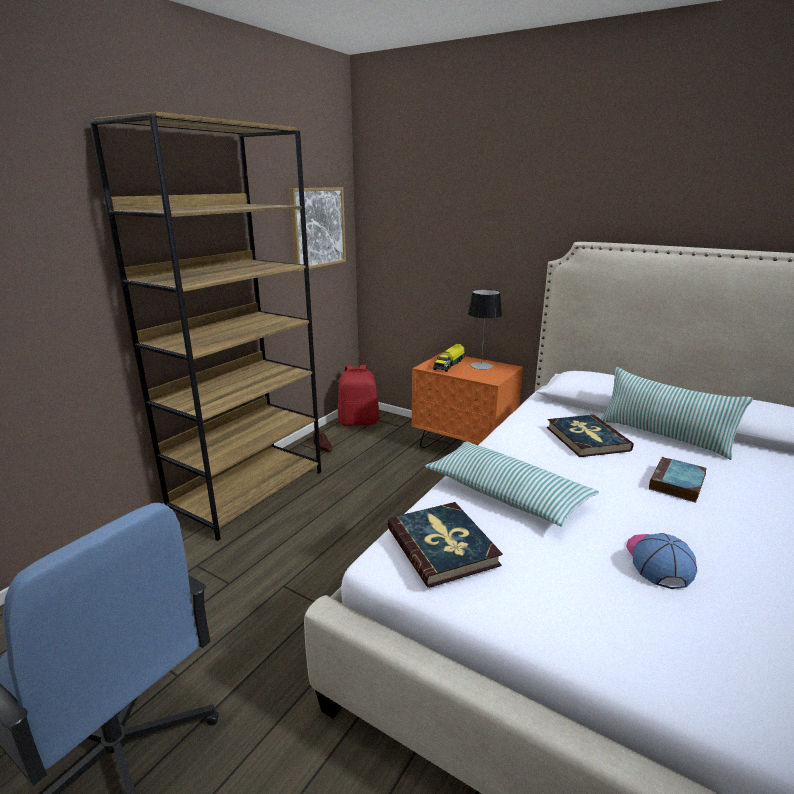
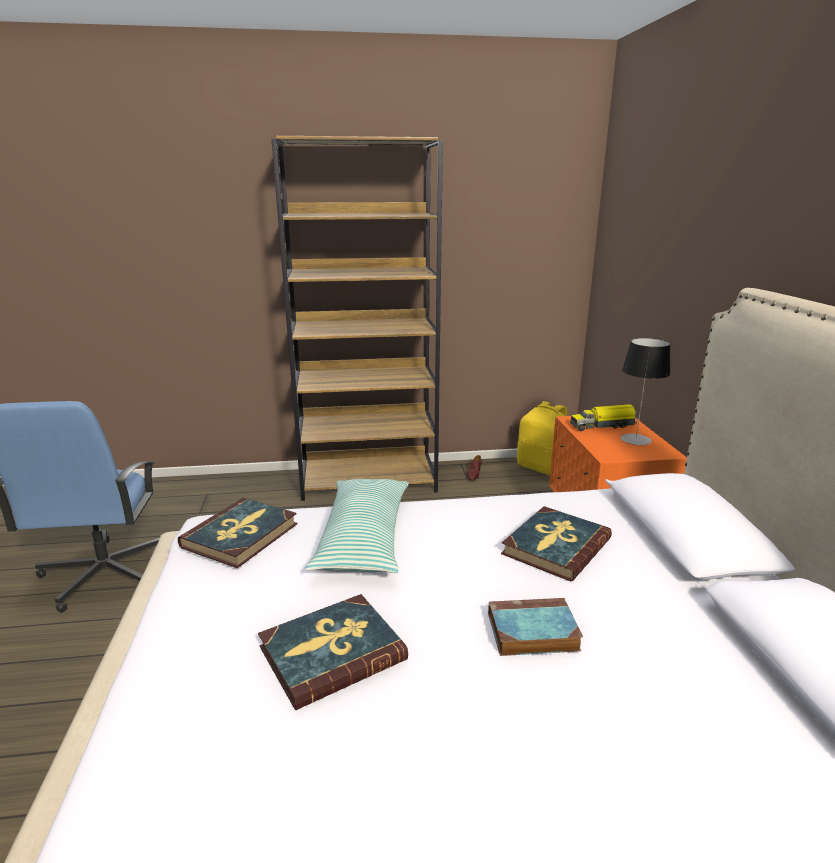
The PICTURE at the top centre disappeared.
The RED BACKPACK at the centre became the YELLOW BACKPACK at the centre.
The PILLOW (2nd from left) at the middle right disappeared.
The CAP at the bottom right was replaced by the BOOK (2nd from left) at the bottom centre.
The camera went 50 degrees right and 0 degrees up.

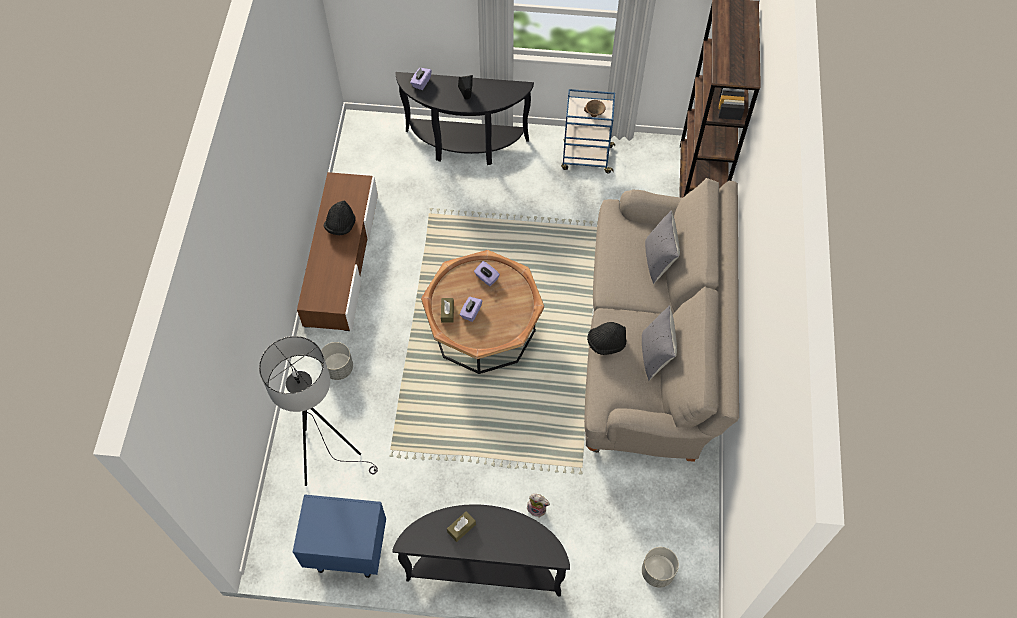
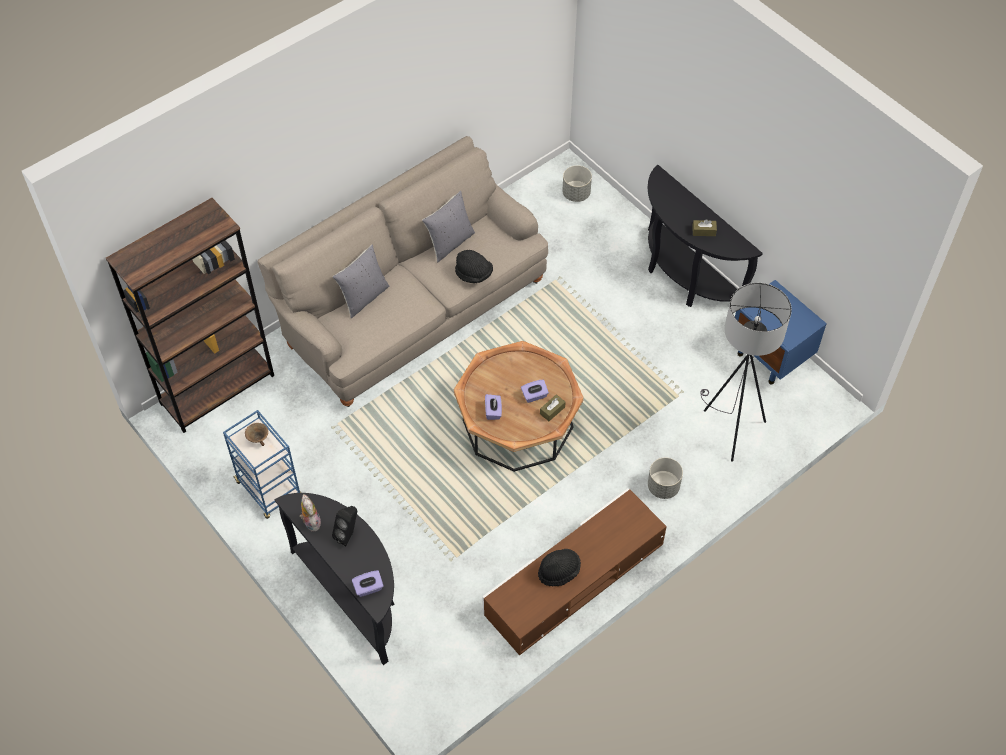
The PLUSH TOY moved from the bottom centre to the bottom left.
The camera went 135 degrees left and 5 degrees down.

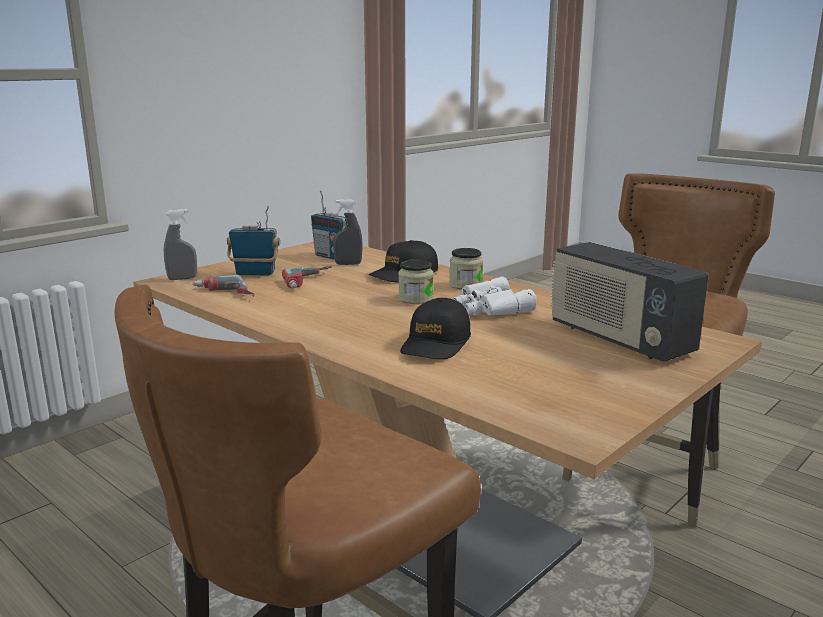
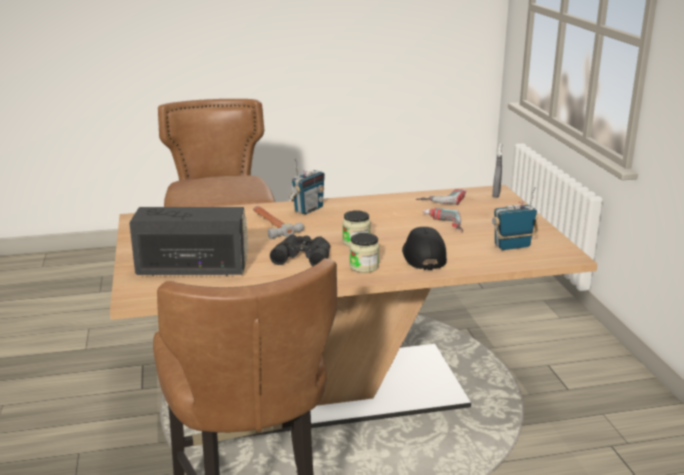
The RADIO (1st from left in the first image) moved from the middle left to the centre.
The GREY SPRAY BOTTLE (2nd from left) at the centre disappeared.
The BLACK CAP (2nd from left) at the centre was replaced by the HAMMER at the centre.
The WHITE BINOCULARS at the centre became the BLACK BINOCULARS at the centre.
The camera went 125 degrees right and 5 degrees up.

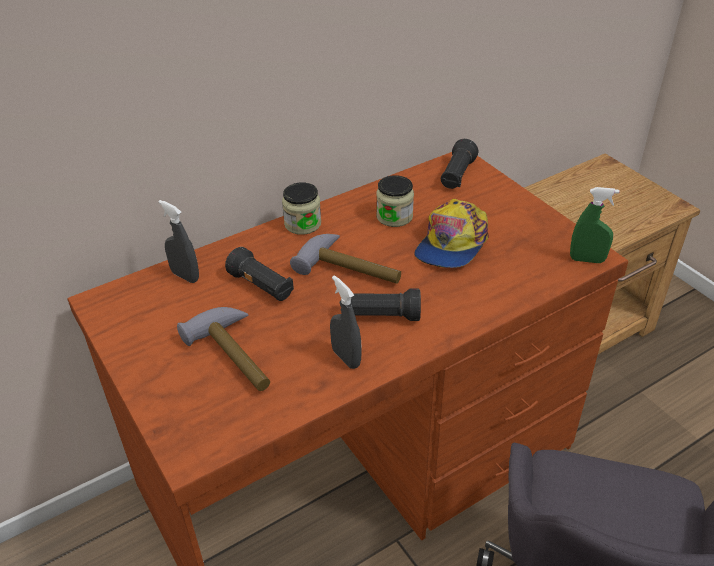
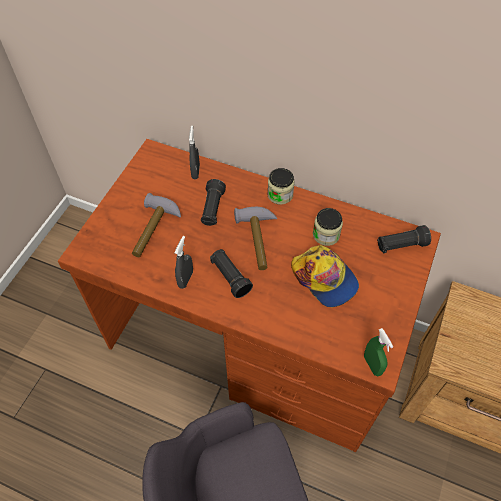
The CAP at the centre turned 120 degrees counterclockwise.
The camera went 55 degrees right and 15 degrees up.

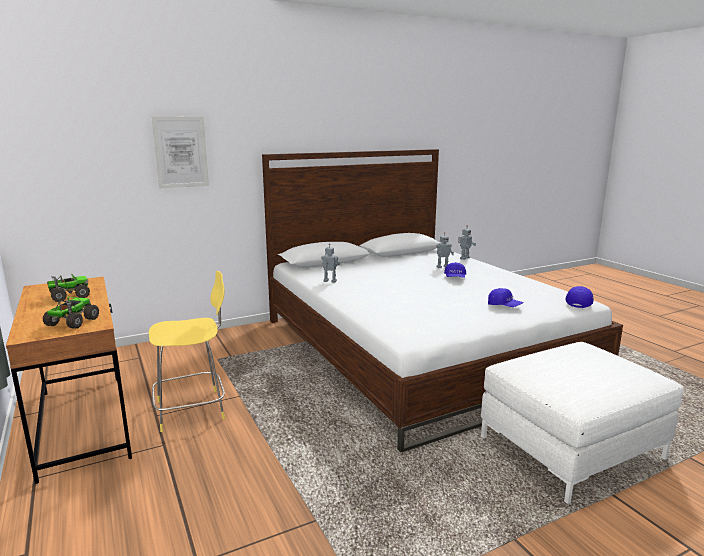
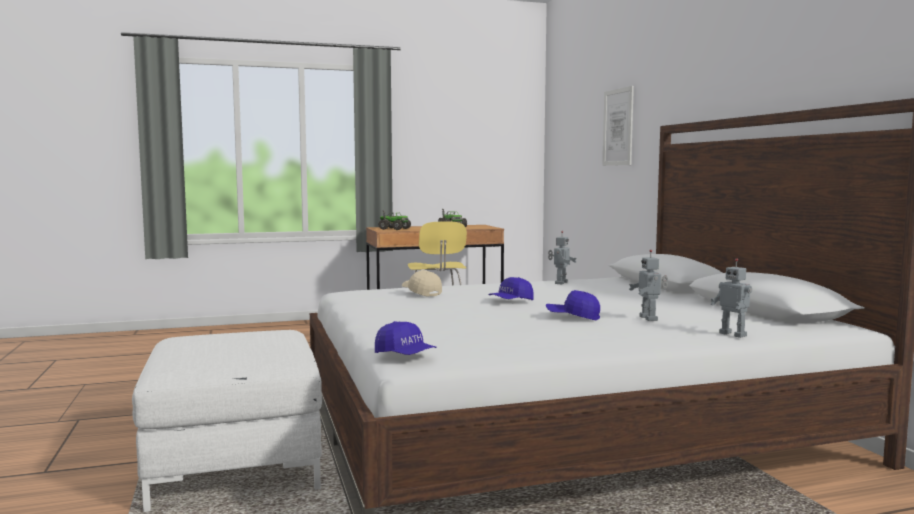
The BLUE CAP (2nd from left) moved from the middle right to the centre.
The BEIGE CAP at the centre appeared.
The camera went 100 degrees right and 10 degrees down.

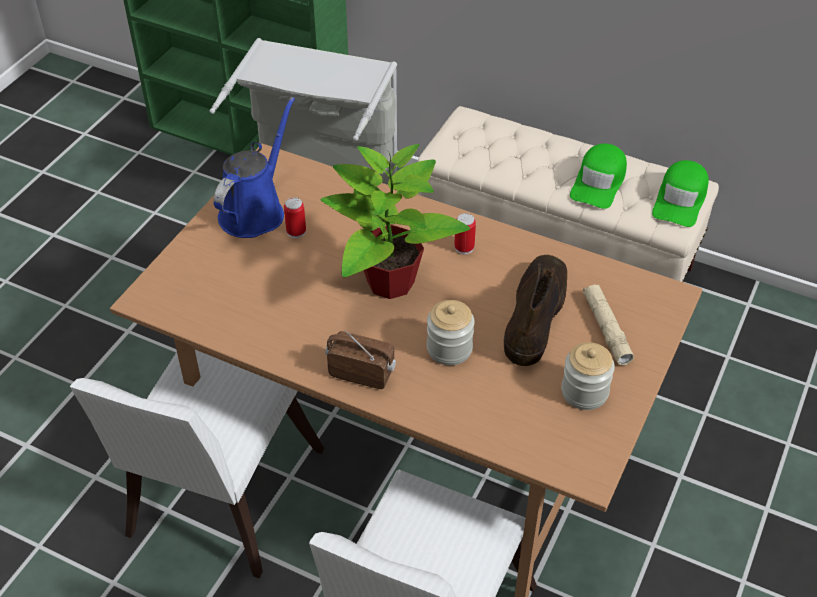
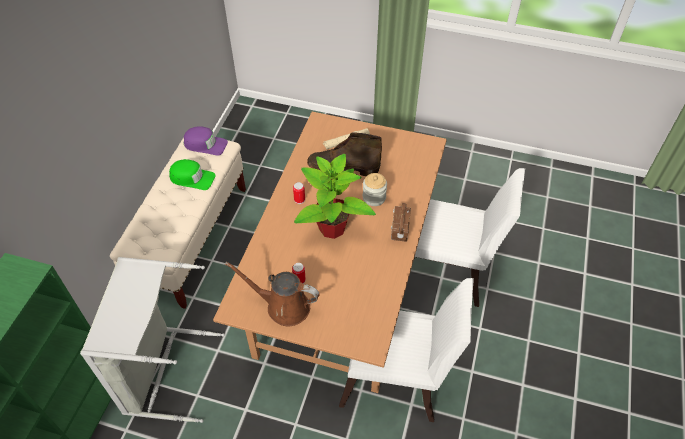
The BLUE WATERING CAN at the top left became the BROWN WATERING CAN at the bottom centre.
The JAR (2nd from left) at the middle right disappeared.
The GREEN CAP (2nd from left) at the top right became the PURPLE CAP at the top left.
The camera went 100 degrees left and 5 degrees up.

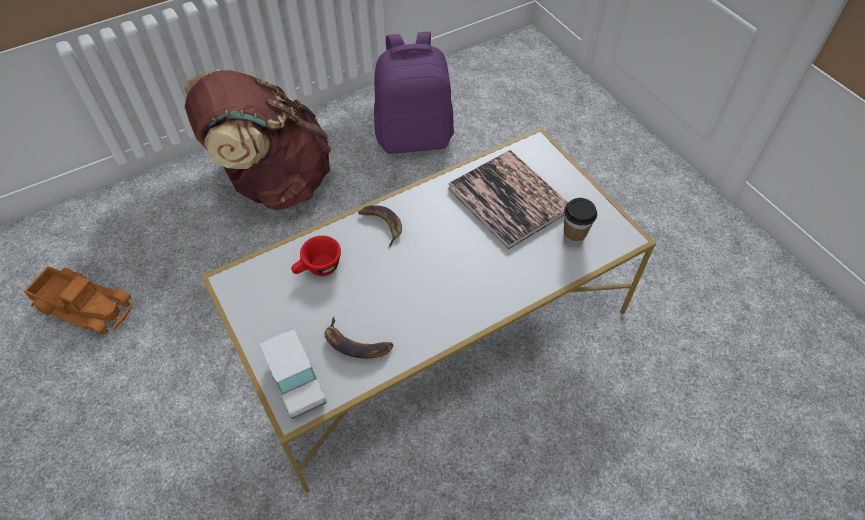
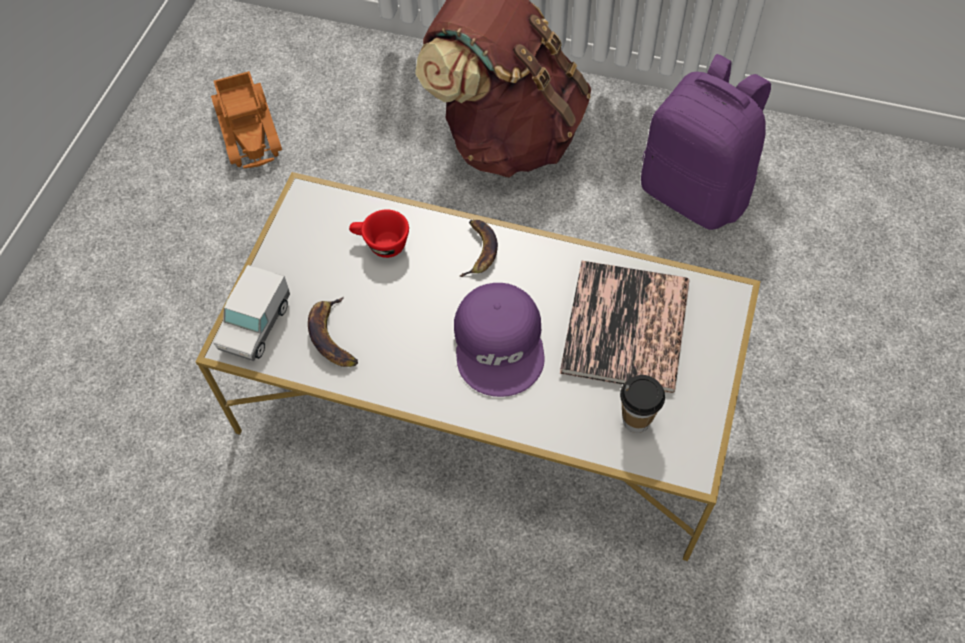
The PURPLE CAP at the centre appeared.
The camera went 50 degrees right and 5 degrees up.

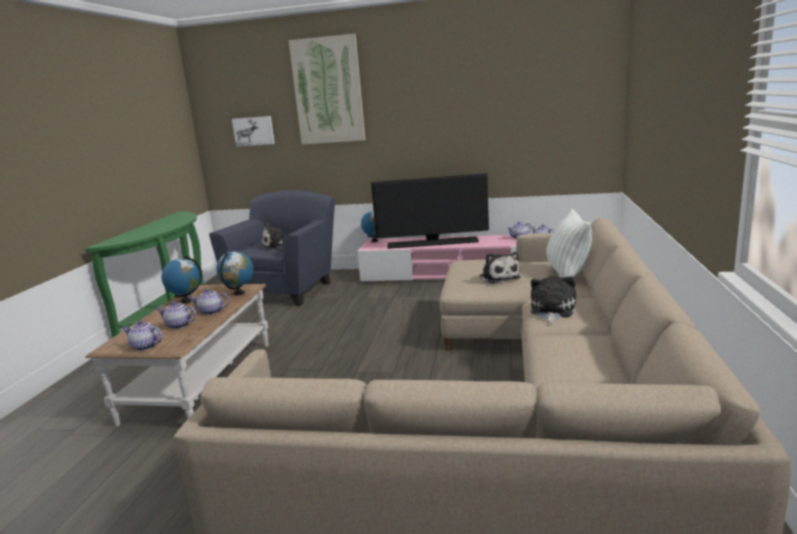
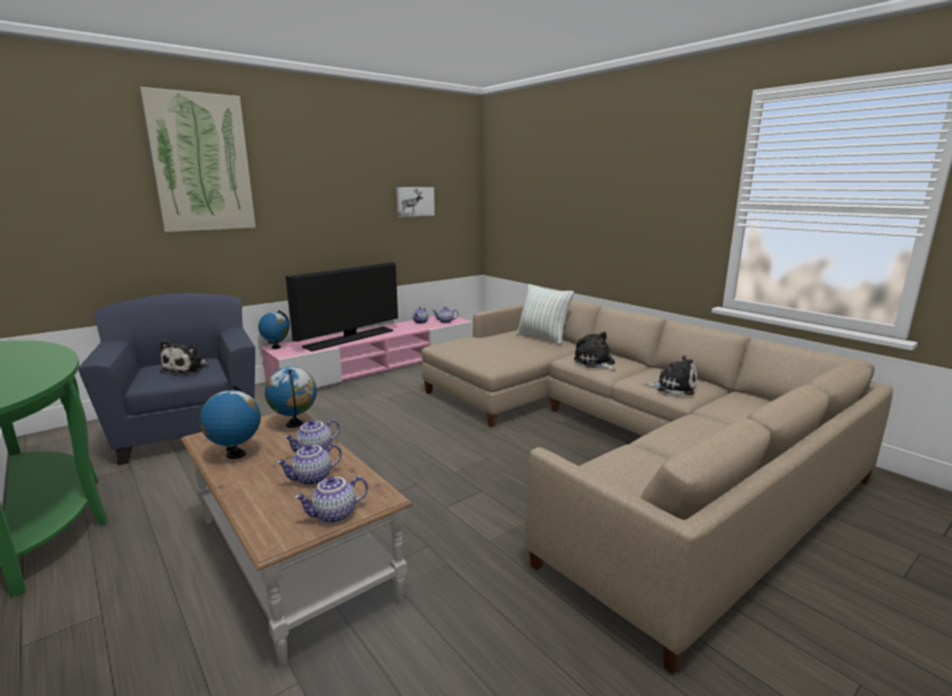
The PICTURE (1st from left in the first image) moved from the top left to the top centre.
The PLUSH TOY (2nd from left in the first image) moved from the centre to the middle right.
The camera went 50 degrees left and 0 degrees up.

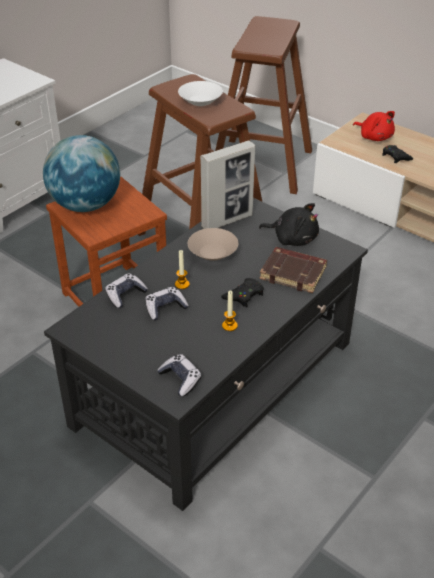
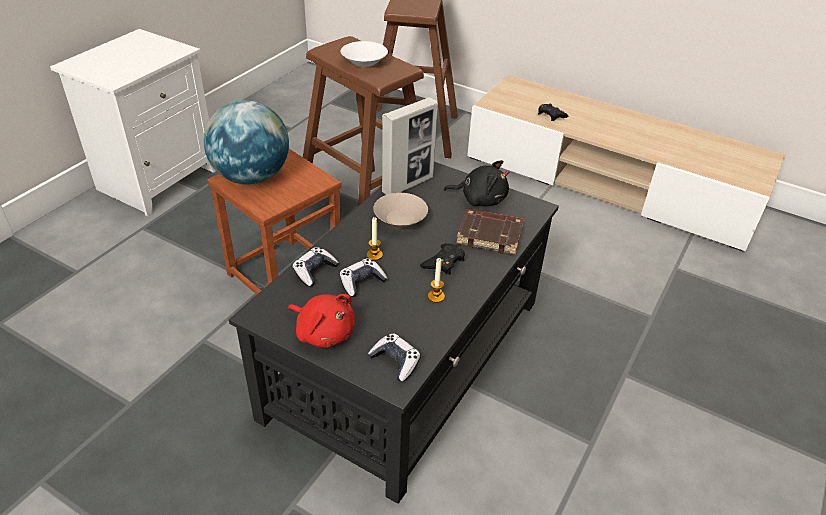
The RED PLUSH TOY moved from the top right to the centre.
The camera went 10 degrees left and 0 degrees up.

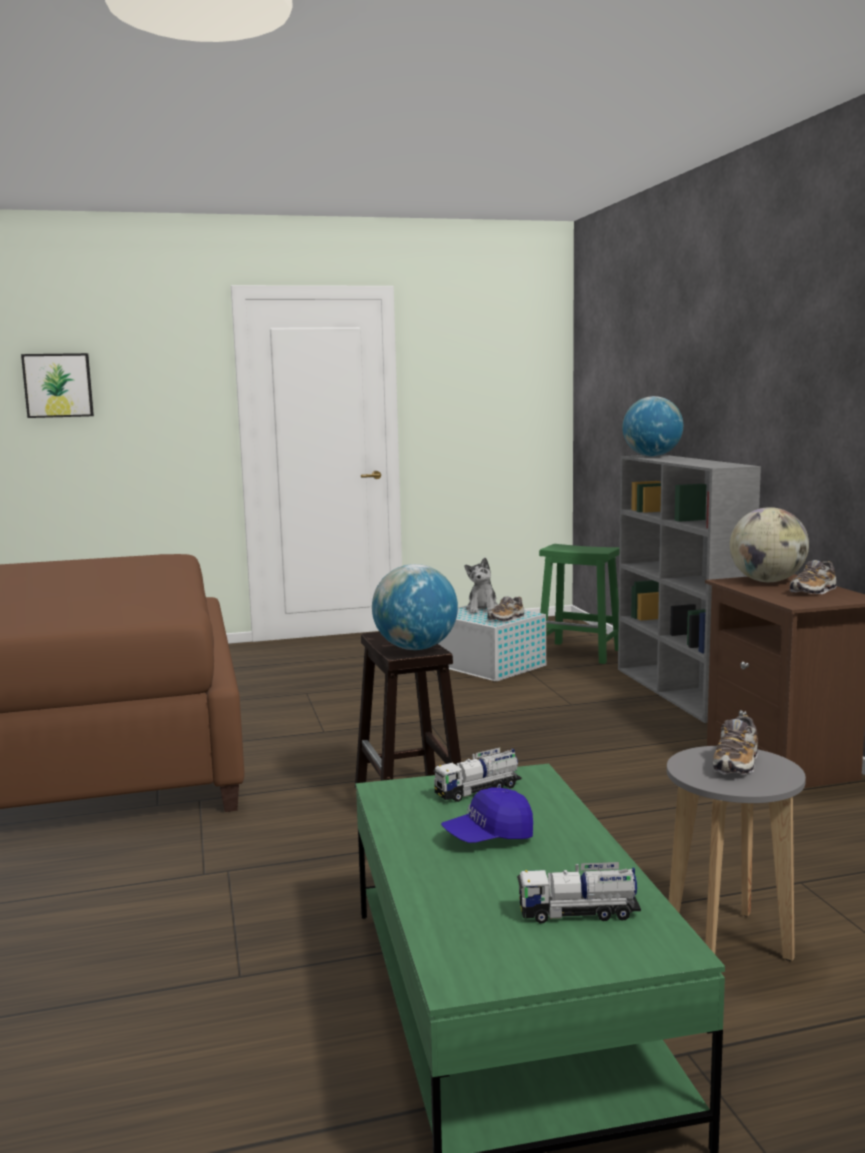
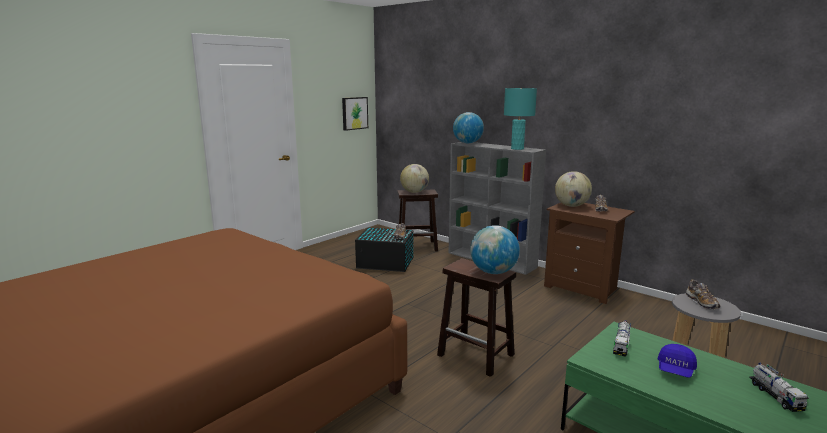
The PICTURE moved from the middle left to the top centre.
The WHITE STORAGE BOX at the centre became the BLACK STORAGE BOX at the centre.
The PLUSH TOY at the centre disappeared.
The TOY TRUCK (2nd from left) at the bottom right turned 60 degrees counterclockwise.
The GREEN STOOL at the middle right became the BROWN STOOL (1st from left) at the centre.
The GLOBE (1st from left) at the centre appeared.
The TURQUOISE TABLE LAMP at the top centre appeared.
The camera went 35 degrees left and 5 degrees up.

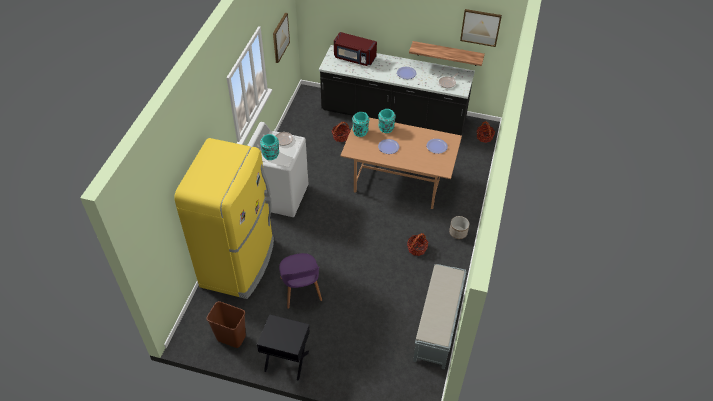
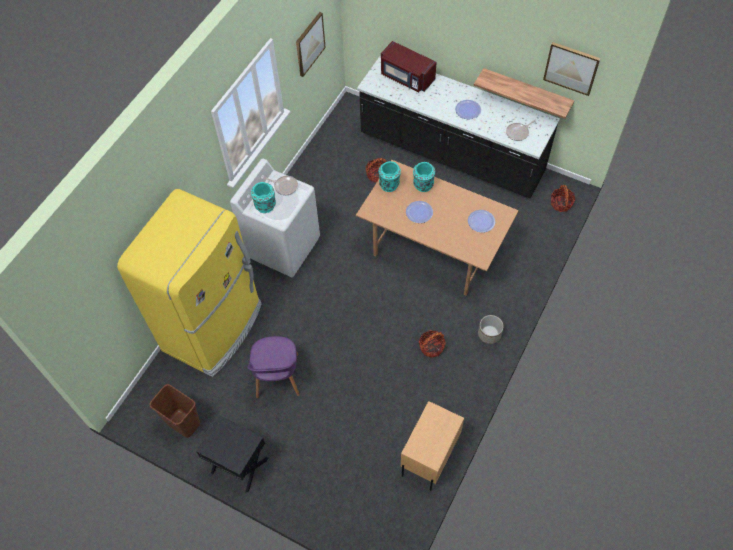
The GREY BENCH at the bottom centre was replaced by the BEIGE NIGHTSTAND at the bottom centre.
The camera went 15 degrees right and 10 degrees up.

